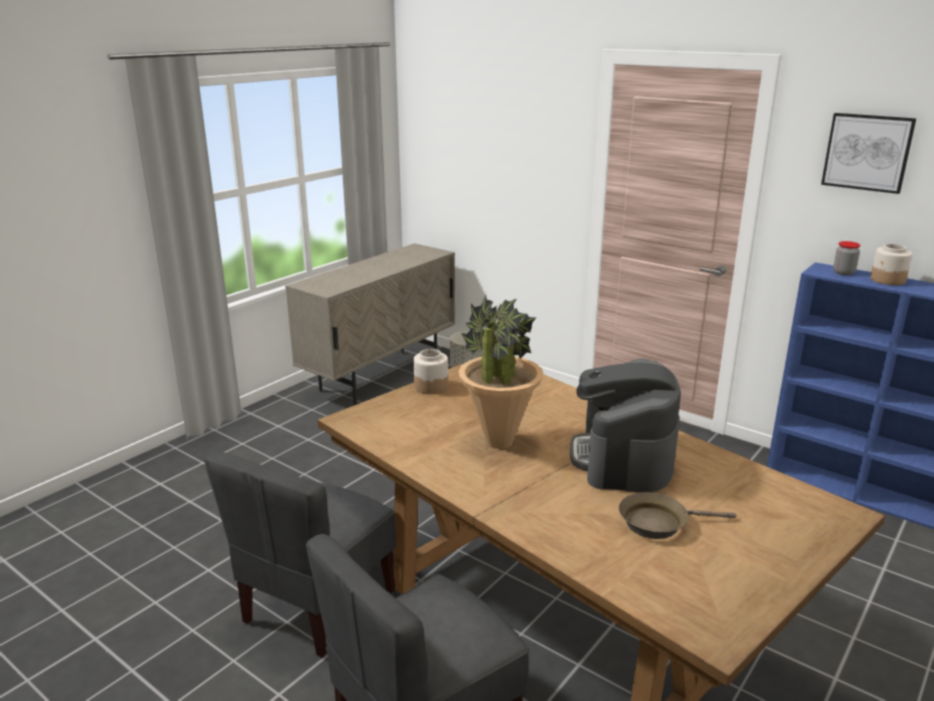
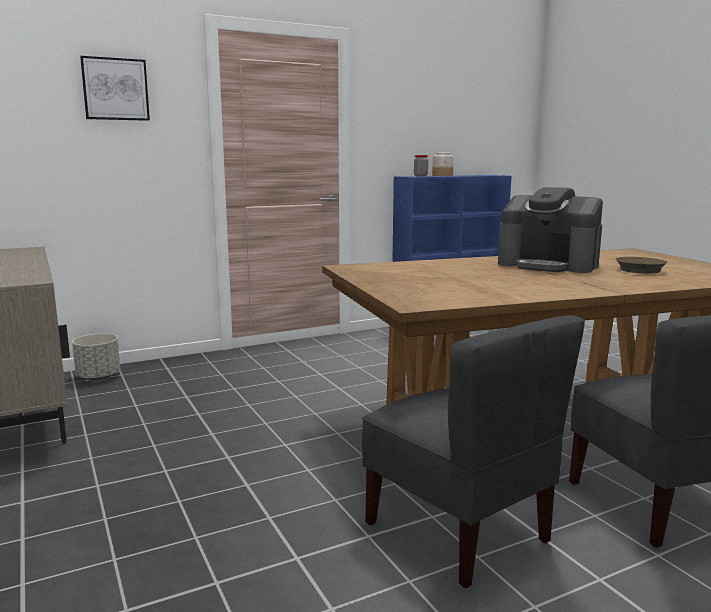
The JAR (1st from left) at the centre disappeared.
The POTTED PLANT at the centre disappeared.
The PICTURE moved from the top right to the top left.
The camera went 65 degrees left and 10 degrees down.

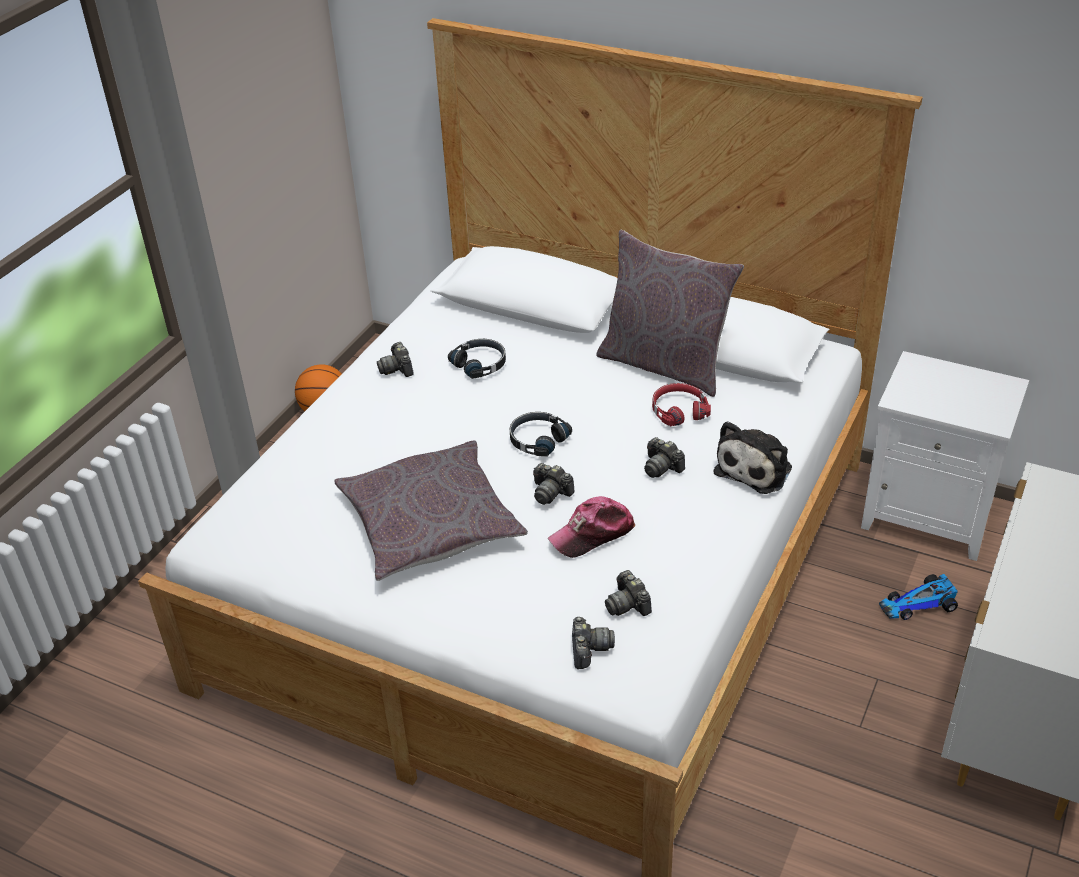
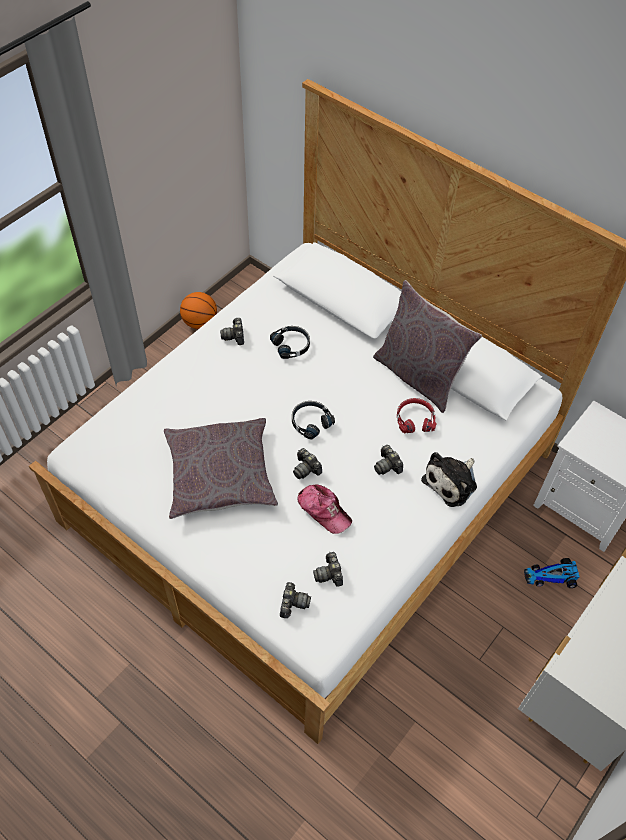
The CAP at the centre turned 120 degrees counterclockwise.
The camera went 10 degrees right and 15 degrees up.

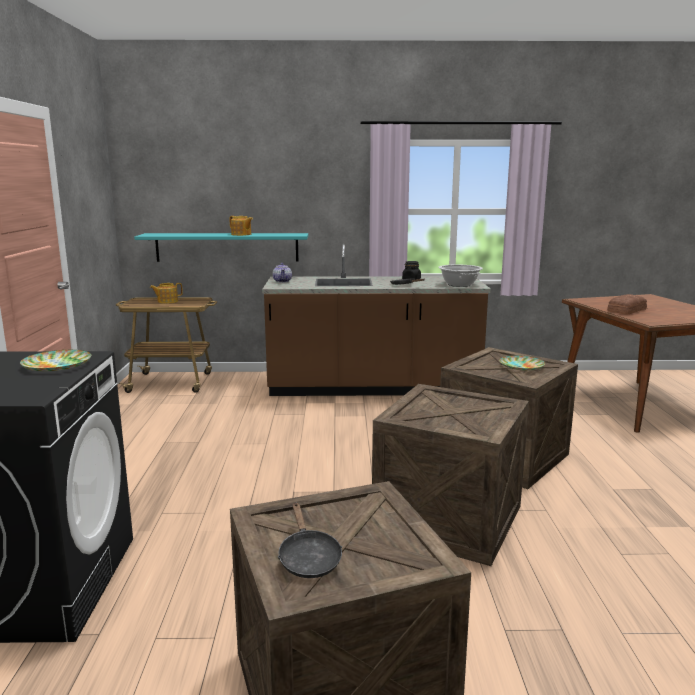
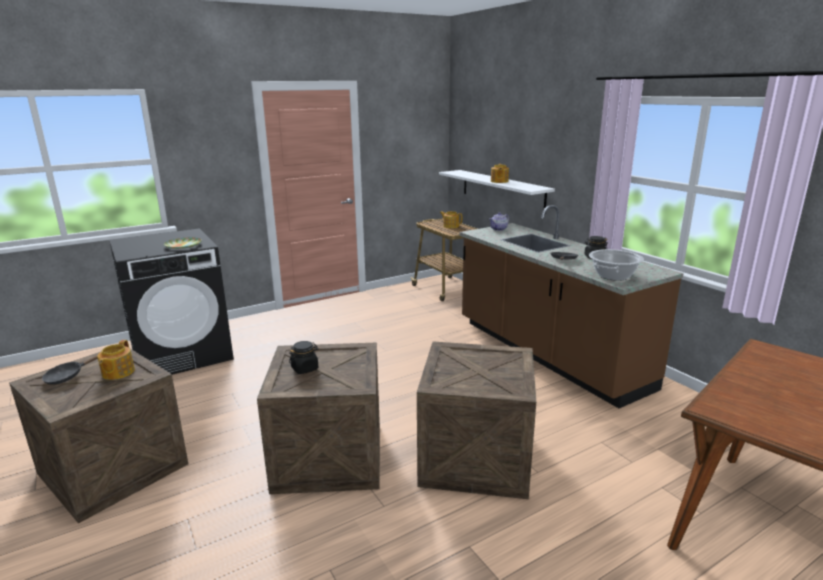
The TURQUOISE SHELF at the middle left became the WHITE SHELF at the top centre.
The PLATE (2nd from left) at the middle right disappeared.
The BREAD at the middle right disappeared.
The TEAPOT (1st from left) at the middle left appeared.
The BLACK JAR (1st from left) at the centre appeared.
The camera went 60 degrees right and 5 degrees up.

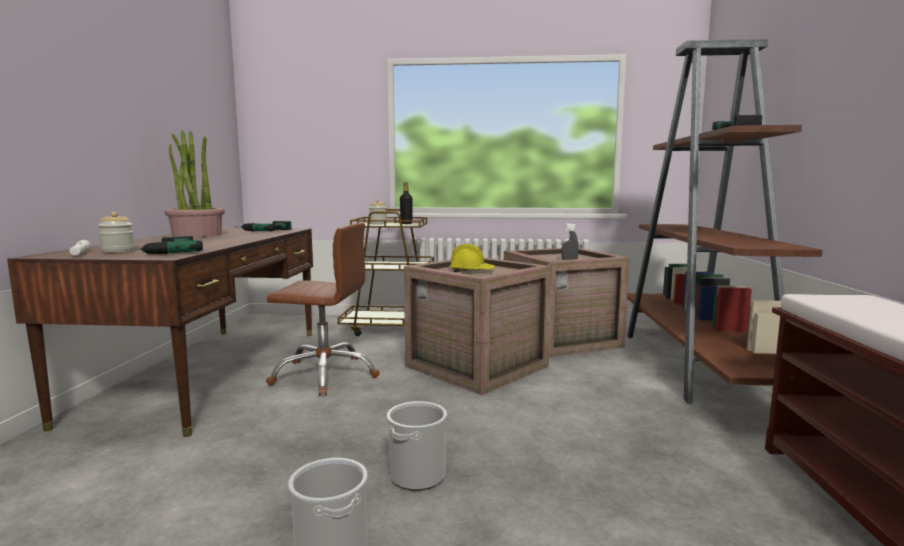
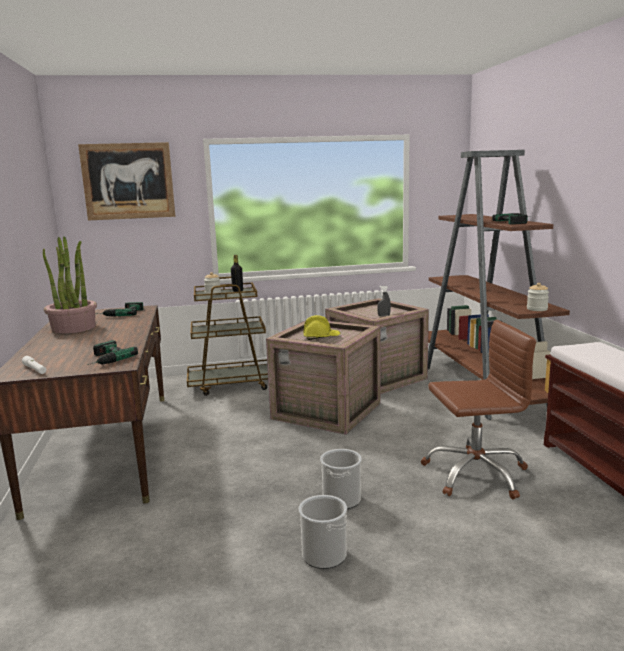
The JAR (1st from left in the first image) moved from the middle left to the middle right.
The BROWN OFFICE CHAIR moved from the centre to the middle right.
The PICTURE at the top left appeared.
The camera went 15 degrees left and 5 degrees up.

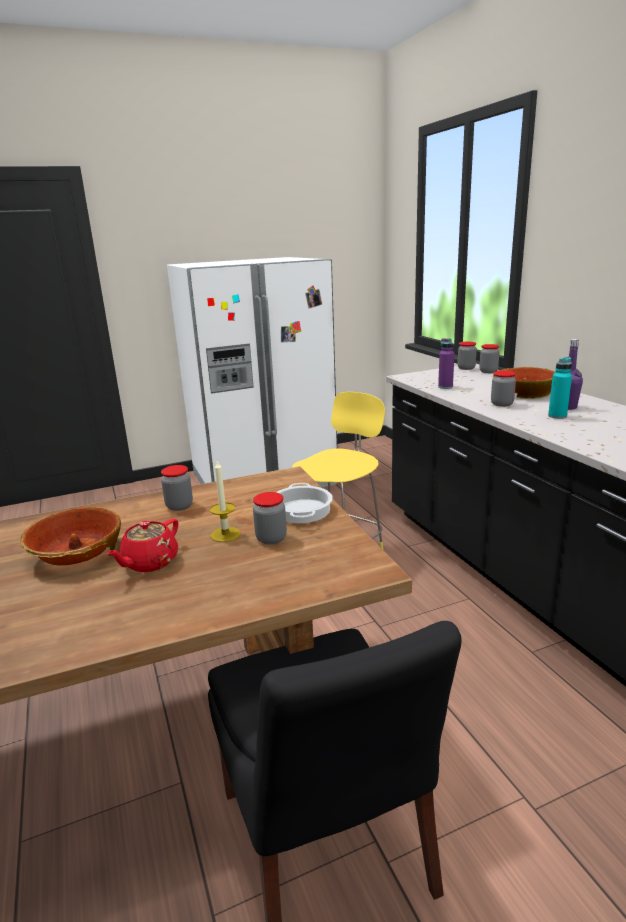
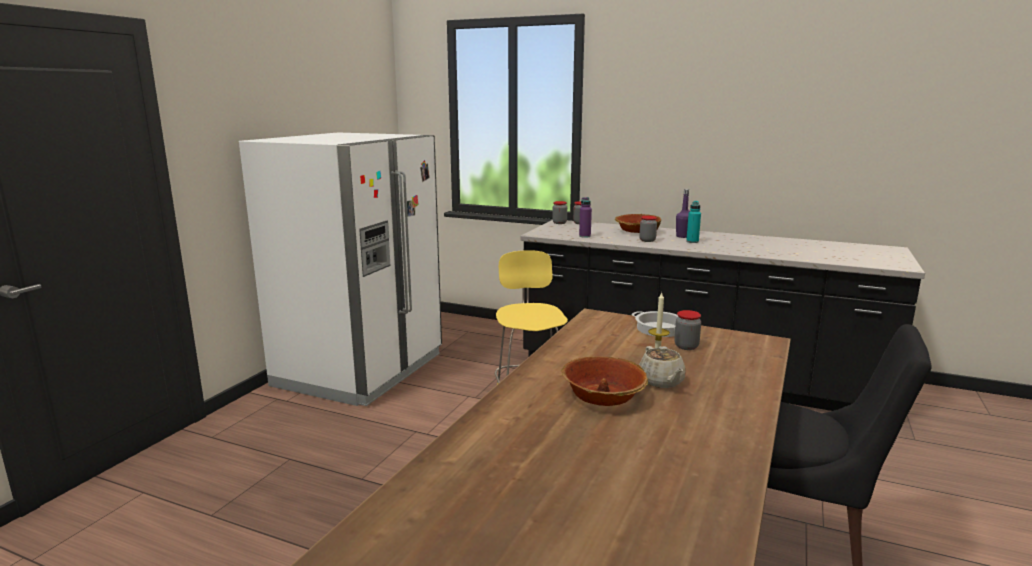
The RED TEAPOT at the middle left became the BEIGE TEAPOT at the centre.
The JAR (1st from left) at the middle left disappeared.
The camera went 45 degrees left and 5 degrees down.

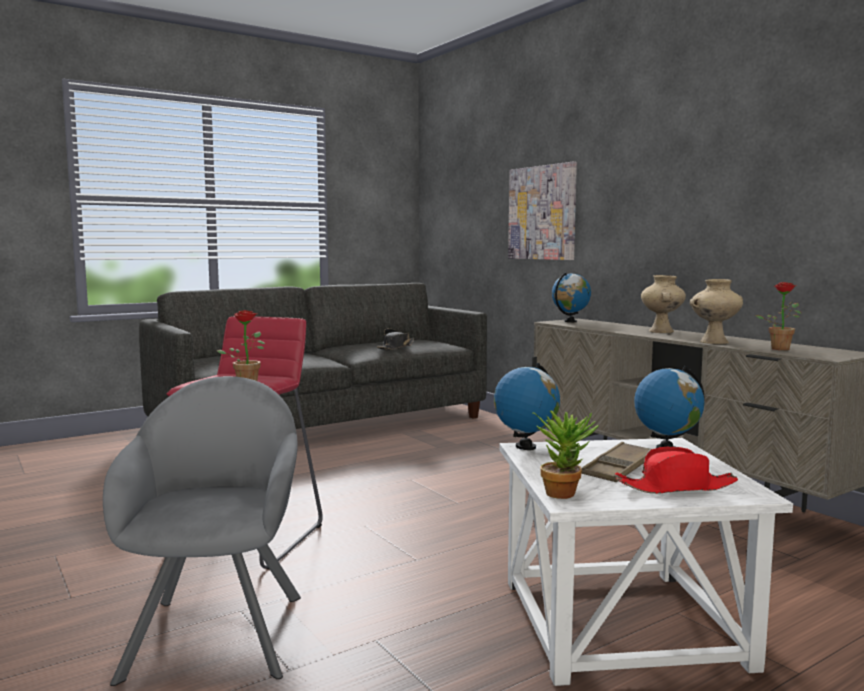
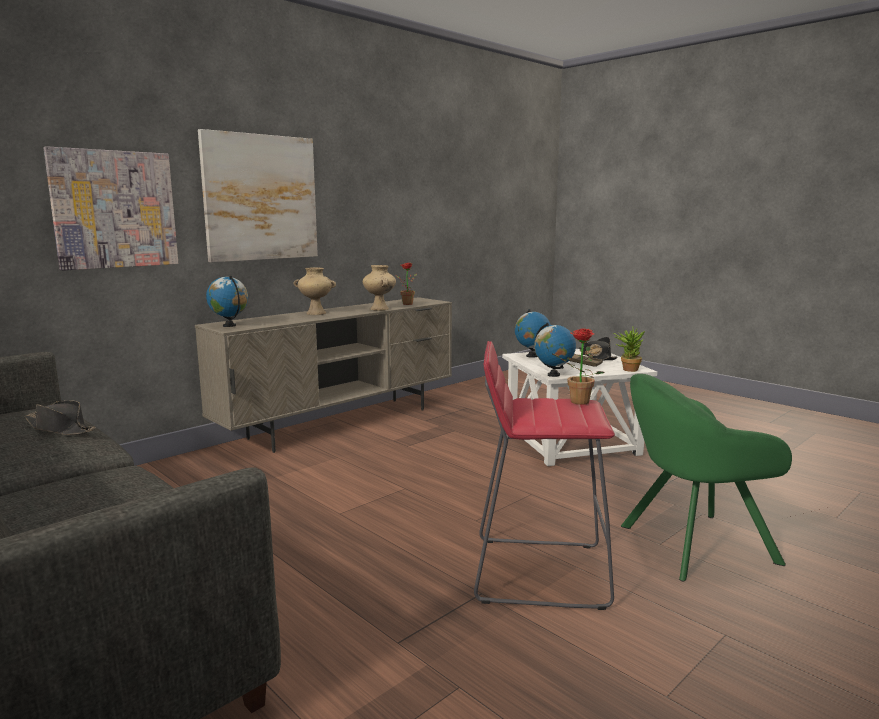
The GREY ARMCHAIR at the bottom left became the GREEN ARMCHAIR at the middle right.
The RED HAT at the bottom right became the BLACK HAT (2nd from left) at the middle right.
The PICTURE (2nd from left) at the top left appeared.
The camera went 100 degrees left and 5 degrees up.

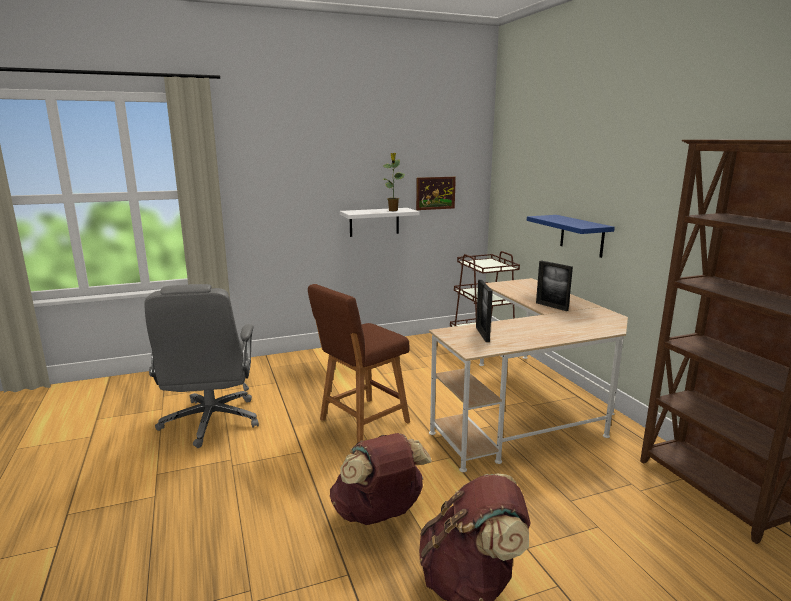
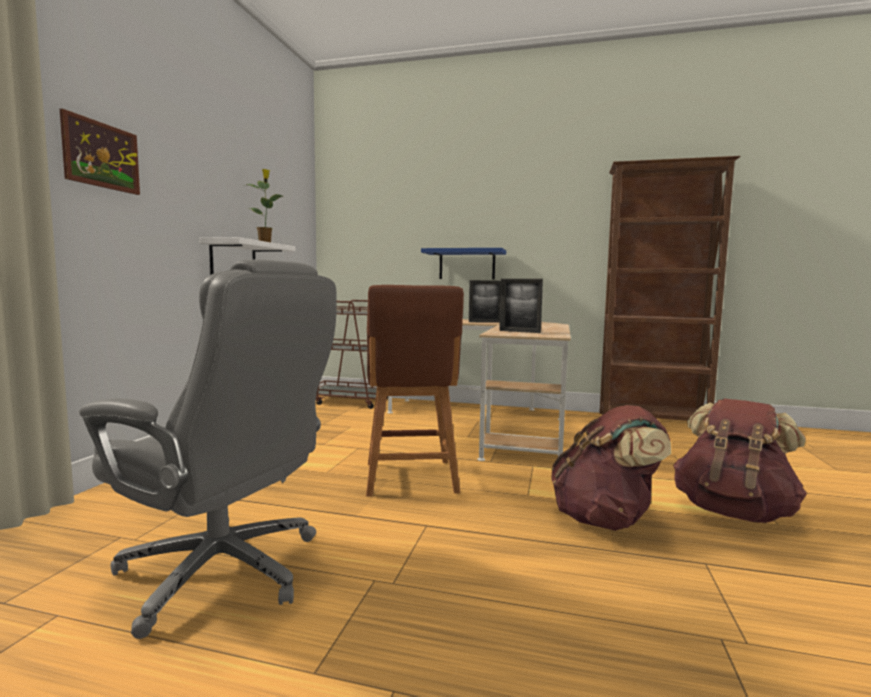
The PICTURE moved from the top centre to the top left.
The camera went 55 degrees left and 10 degrees down.

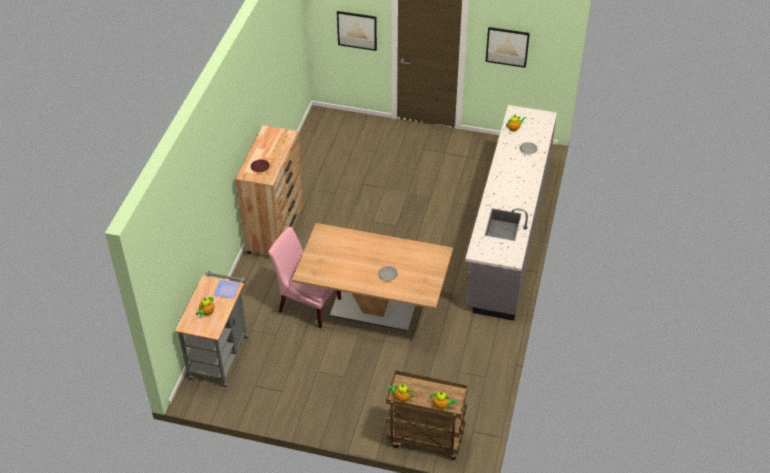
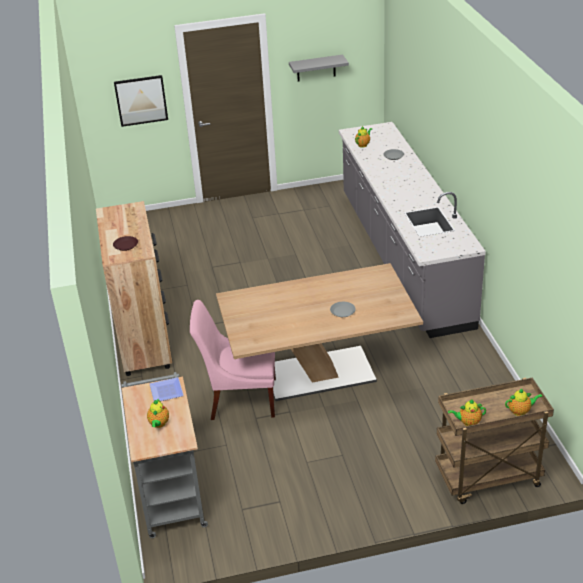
The PICTURE (2nd from left) at the top centre was replaced by the GREY SHELF at the top centre.
The camera went 25 degrees left and 10 degrees down.

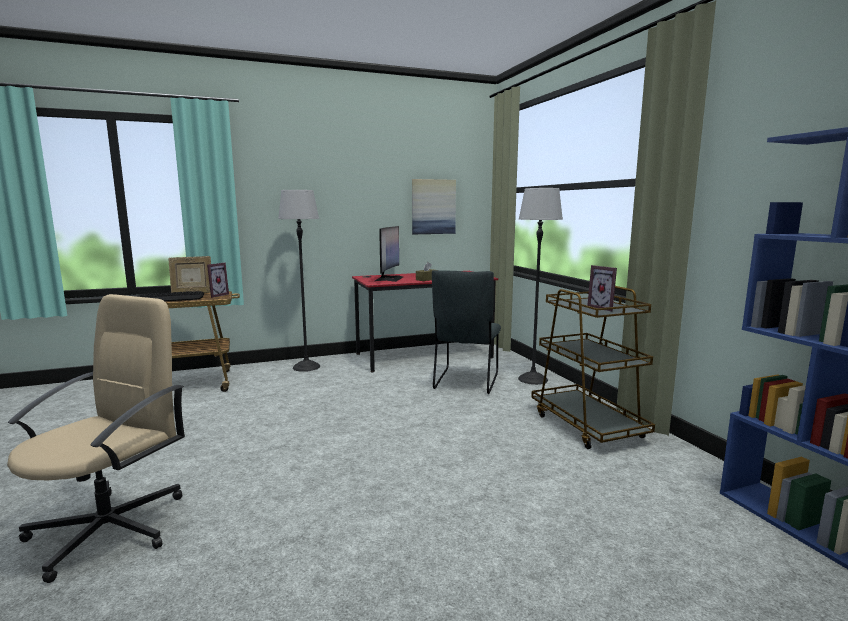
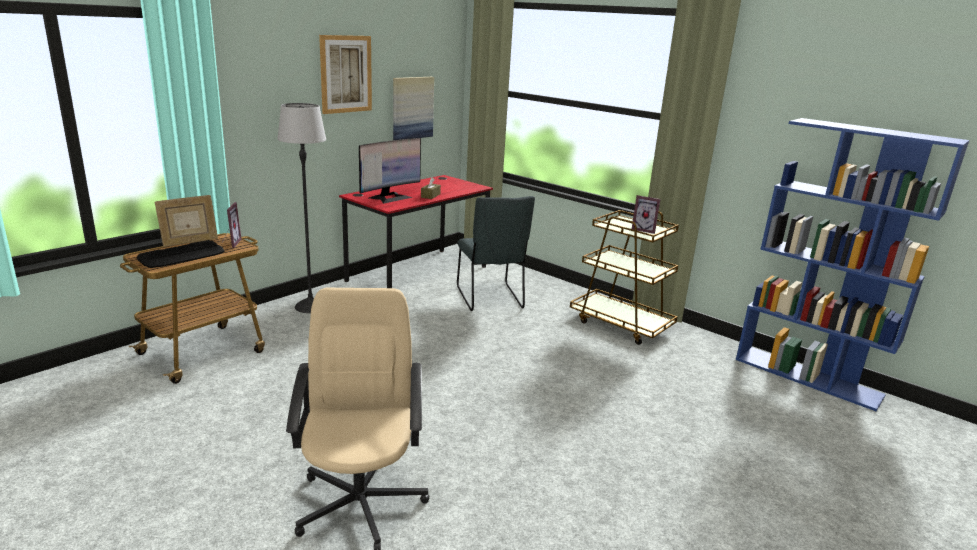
The MONITOR at the centre turned 60 degrees clockwise.
The FLOOR LAMP (2nd from left) at the centre disappeared.
The PICTURE (1st from left) at the top centre appeared.
The camera went 30 degrees left and 10 degrees up.

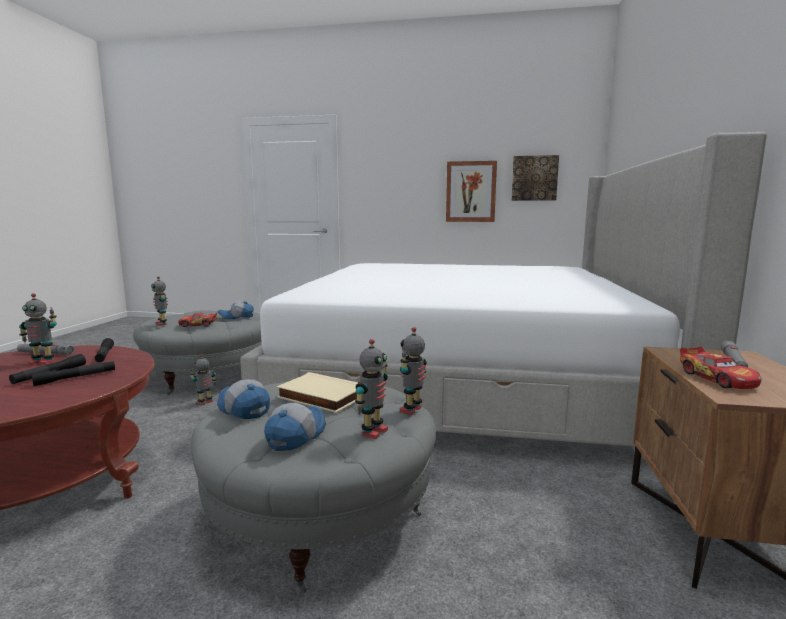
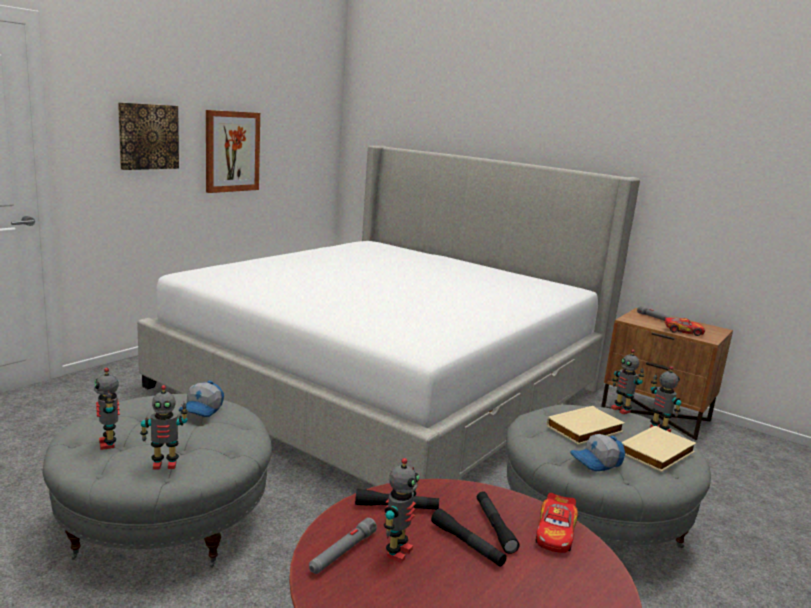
The TOY CAR (1st from left) moved from the middle left to the bottom right.
The TOY ROBOT (3rd from left in the first image) moved from the middle left to the bottom left.
The CAP (3rd from left) at the bottom centre was replaced by the BEIGE BOOK (2nd from left) at the bottom right.
The PICTURE (2nd from left in the first image) moved from the top right to the top left.
The camera went 65 degrees left and 5 degrees up.

